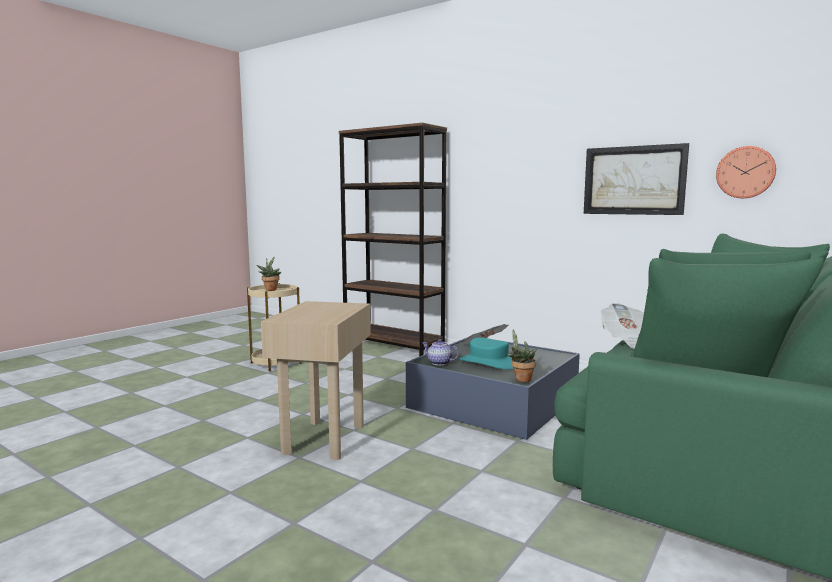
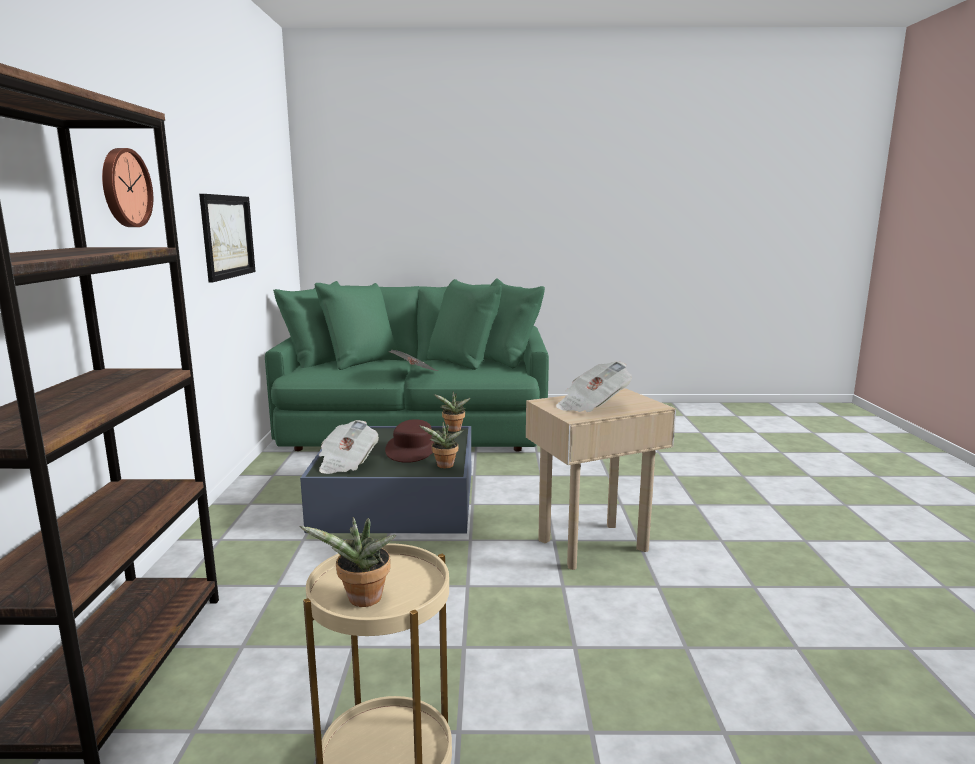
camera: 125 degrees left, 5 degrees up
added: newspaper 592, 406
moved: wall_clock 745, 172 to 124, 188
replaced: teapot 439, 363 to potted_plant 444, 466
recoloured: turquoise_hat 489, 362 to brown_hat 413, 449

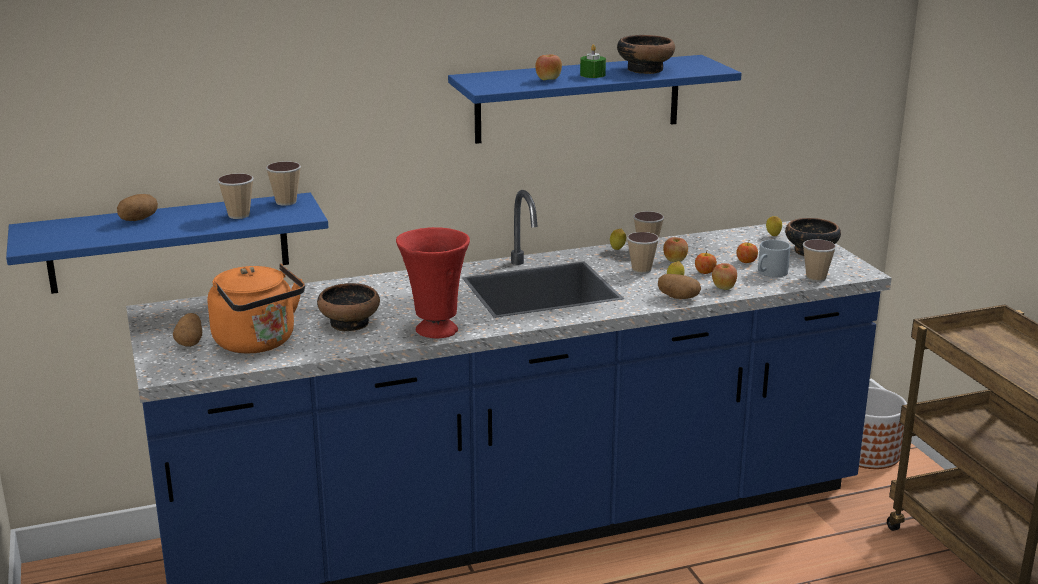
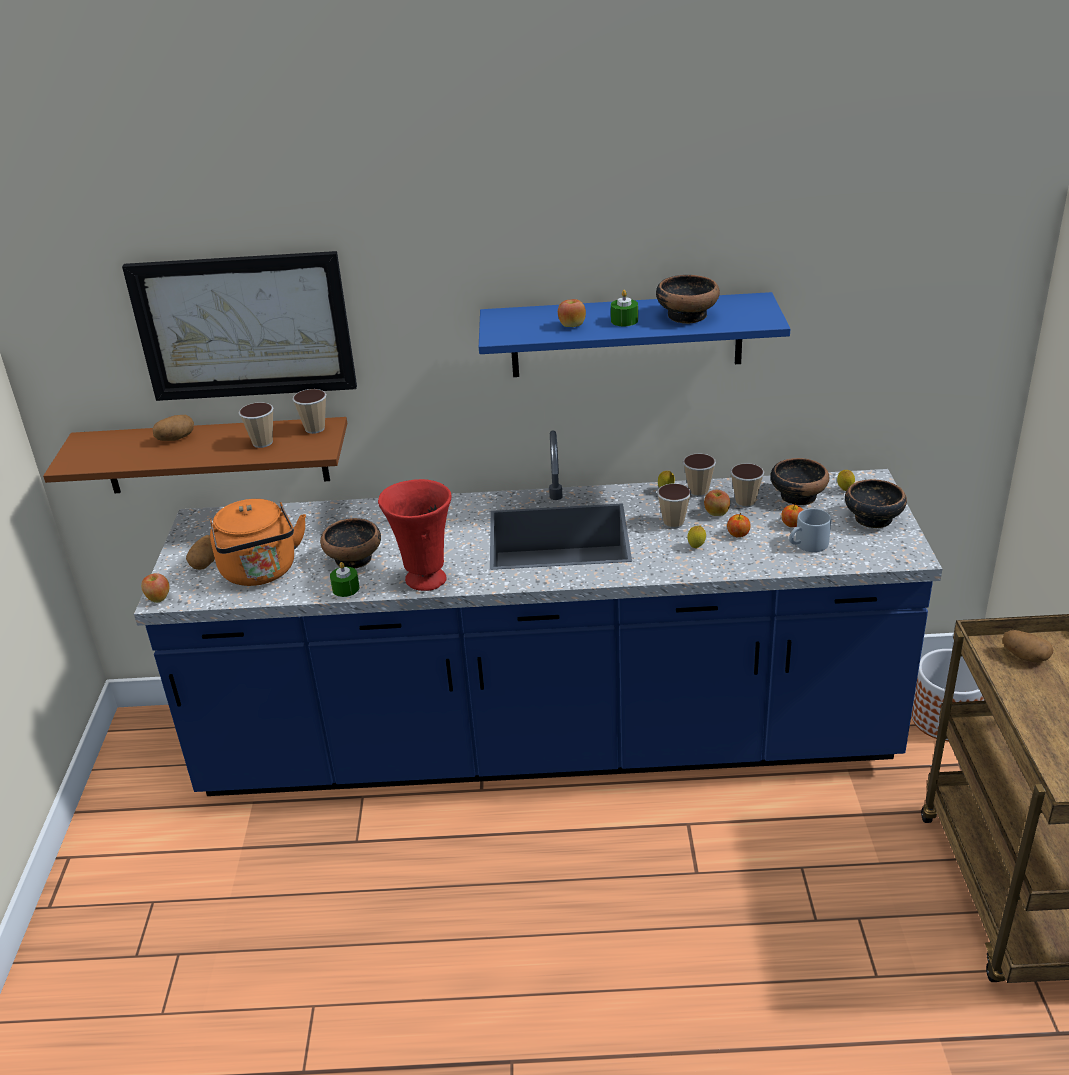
camera: 20 degrees right, 10 degrees up
added: picture 244, 326; green_candle 346, 588; bowl 798, 495
moved: potato 678, 297 to 1024, 656; apple 723, 288 to 158, 599; cup 816, 278 to 745, 502
recoloured: blue_shelf 169, 243 to brown_shelf 215, 455

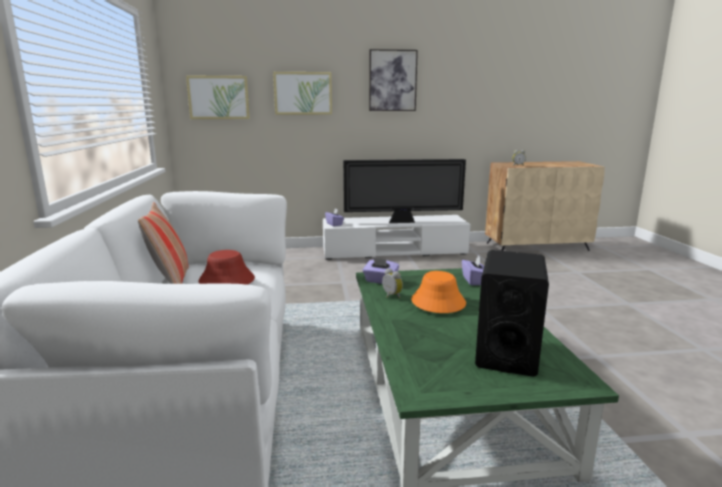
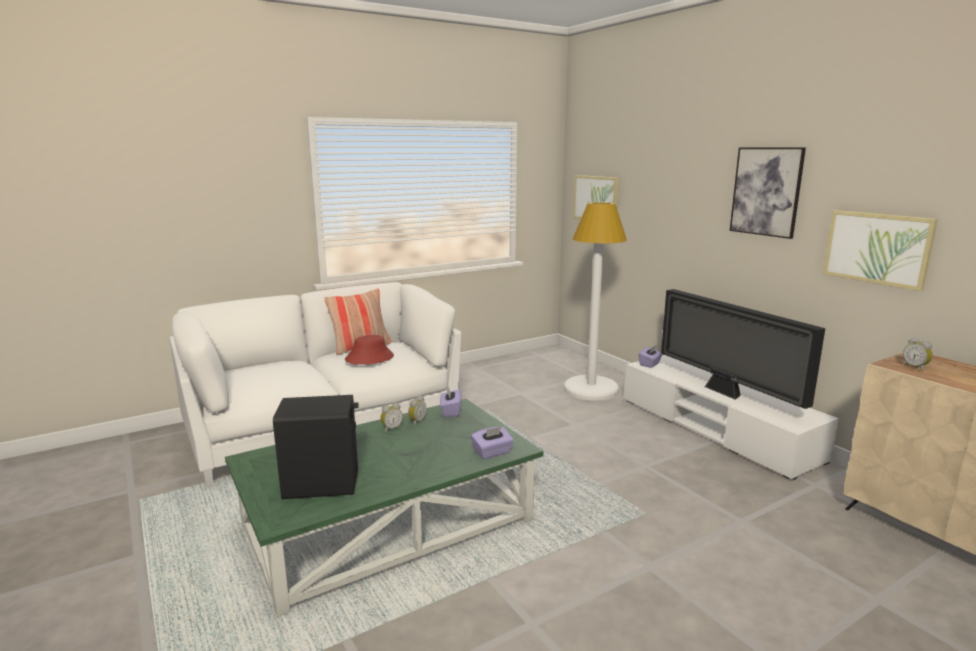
camera: 65 degrees right, 0 degrees up
removed: orange_hat 438, 302
added: alarm_clock 391, 428; white_floor_lamp 590, 389
moved: picture 303, 93 to 877, 248

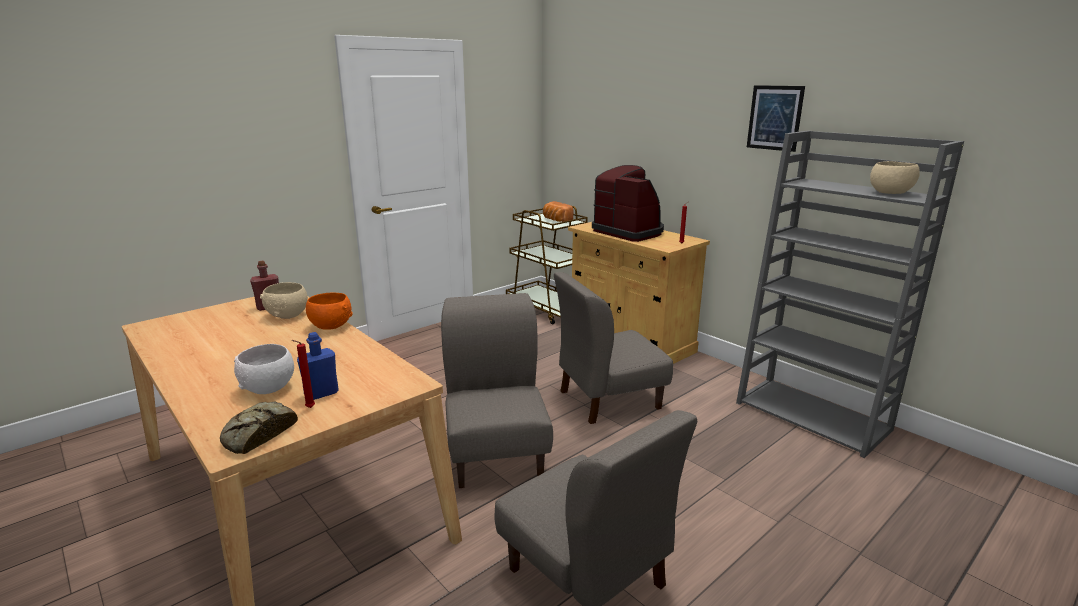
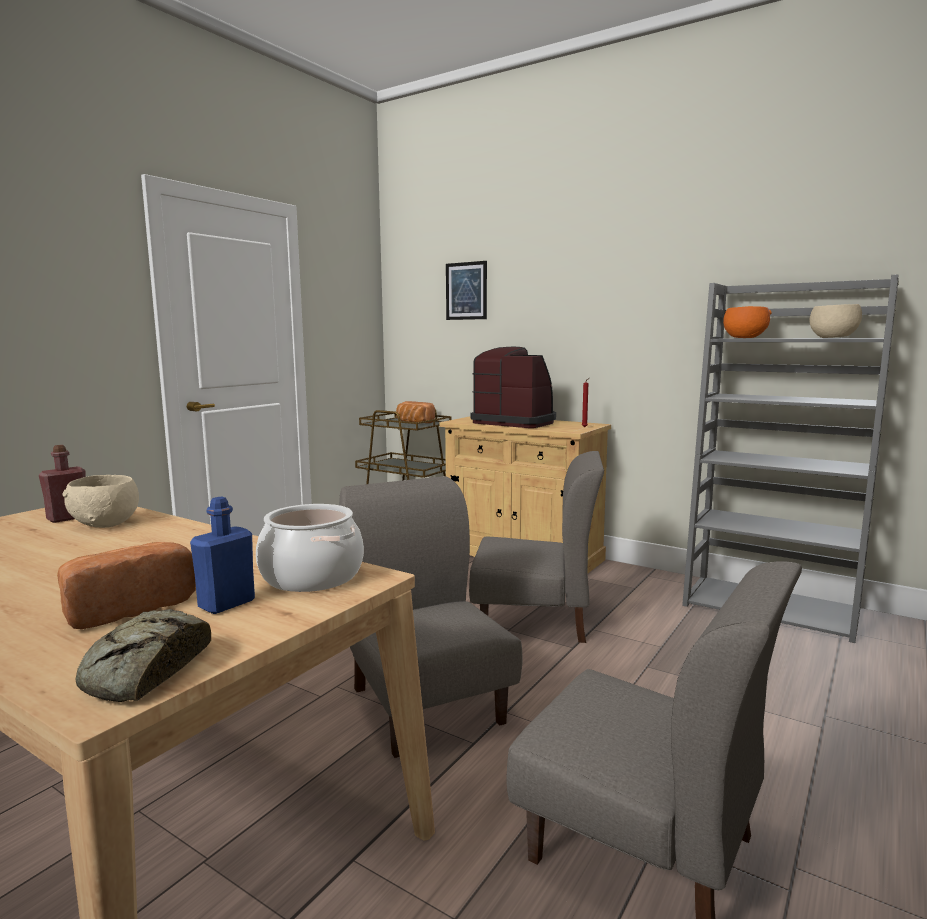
camera: 15 degrees left, 10 degrees down
removed: red_candle 308, 408
added: cooking_pot 312, 576
moved: orange_bowl 330, 326 to 744, 338; picture 774, 118 to 466, 291
replaced: white_bowl 269, 388 to bread 127, 607
turned: grey_chair 608, 399 = 535, 620 135 degrees counterclockwise

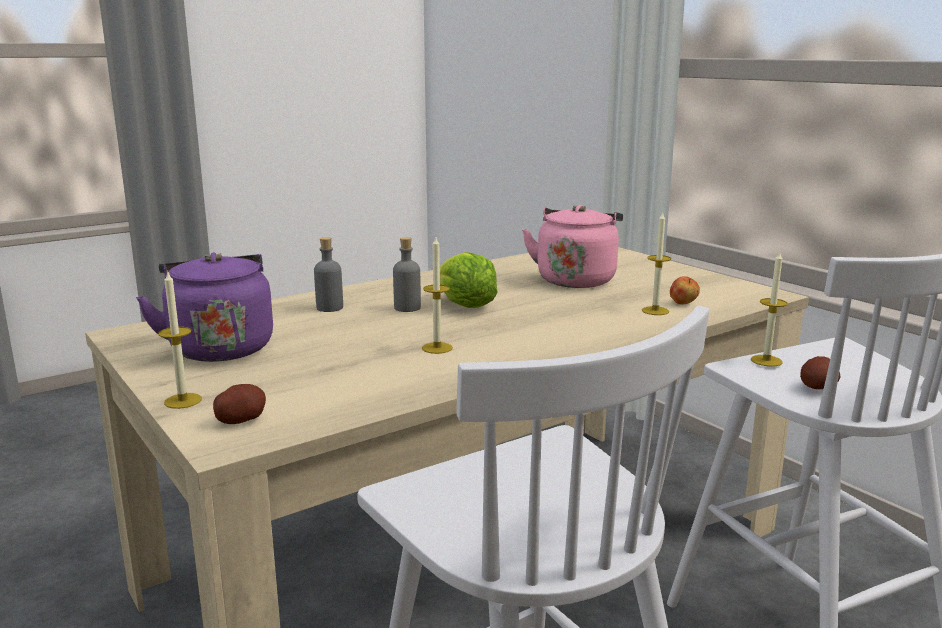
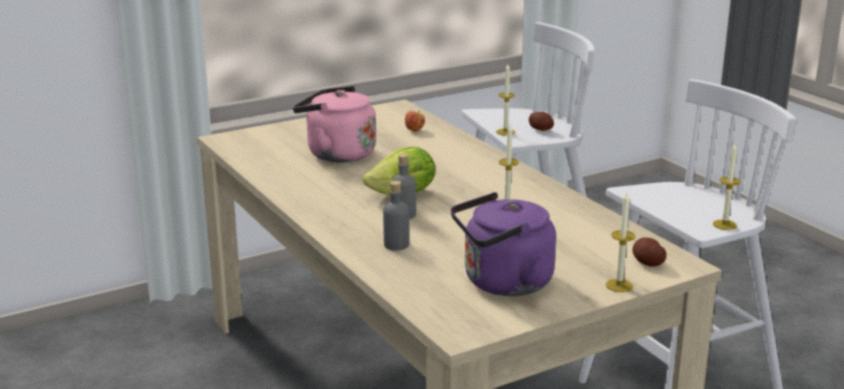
camera: 85 degrees left, 5 degrees up
moved: candle 655, 311 to 724, 225

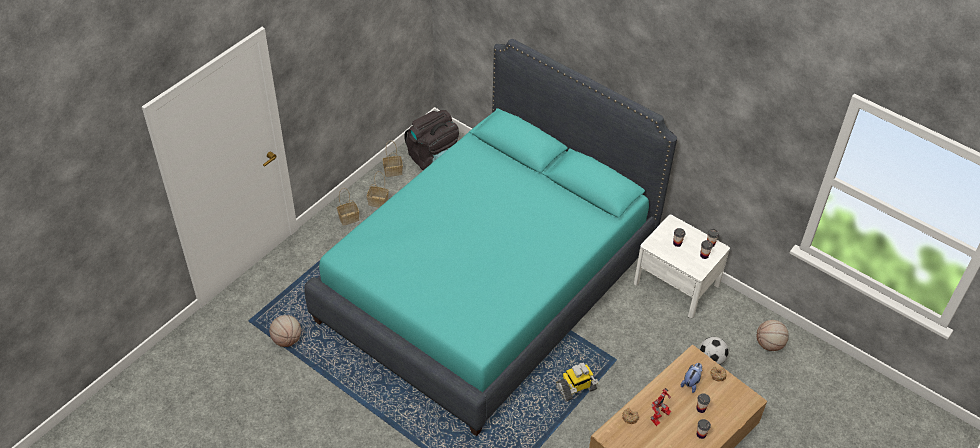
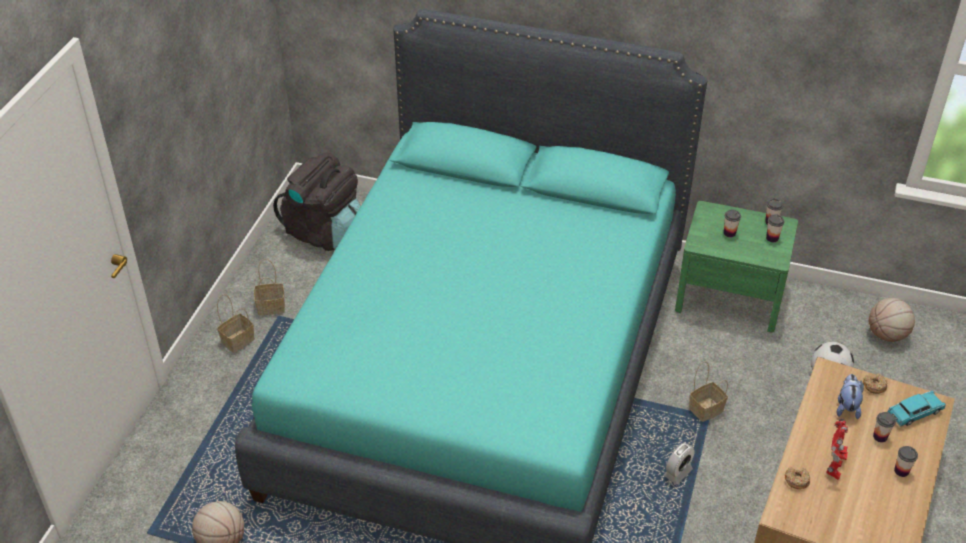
camera: 20 degrees left, 5 degrees down
added: turquoise_toy_car 914, 413
moved: basket 393, 170 to 706, 409
replaced: toy_robot 576, 389 to alarm_clock 678, 472
recoloured: white_nightstand 676, 284 to green_nightstand 730, 296

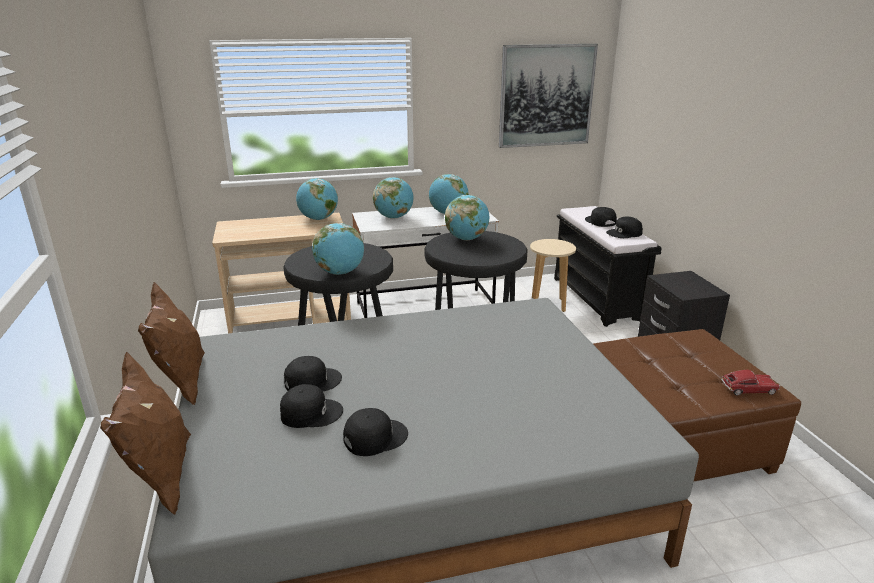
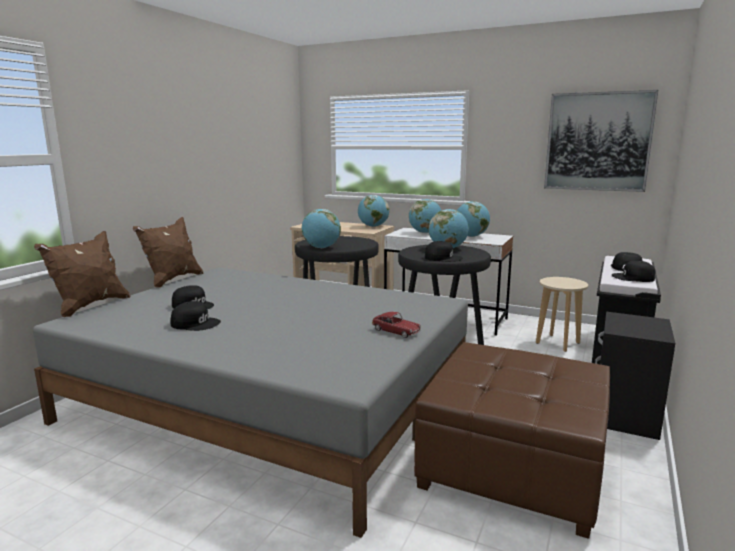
camera: 40 degrees right, 10 degrees down
moved: black_cap 312, 381 to 443, 258; toy_car 748, 389 to 396, 331

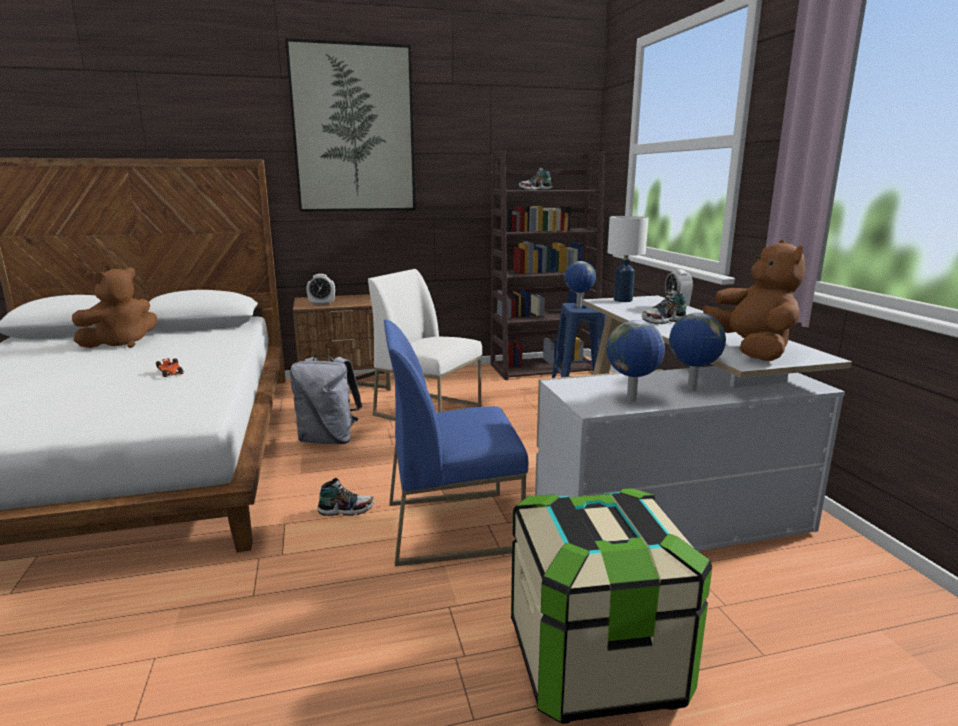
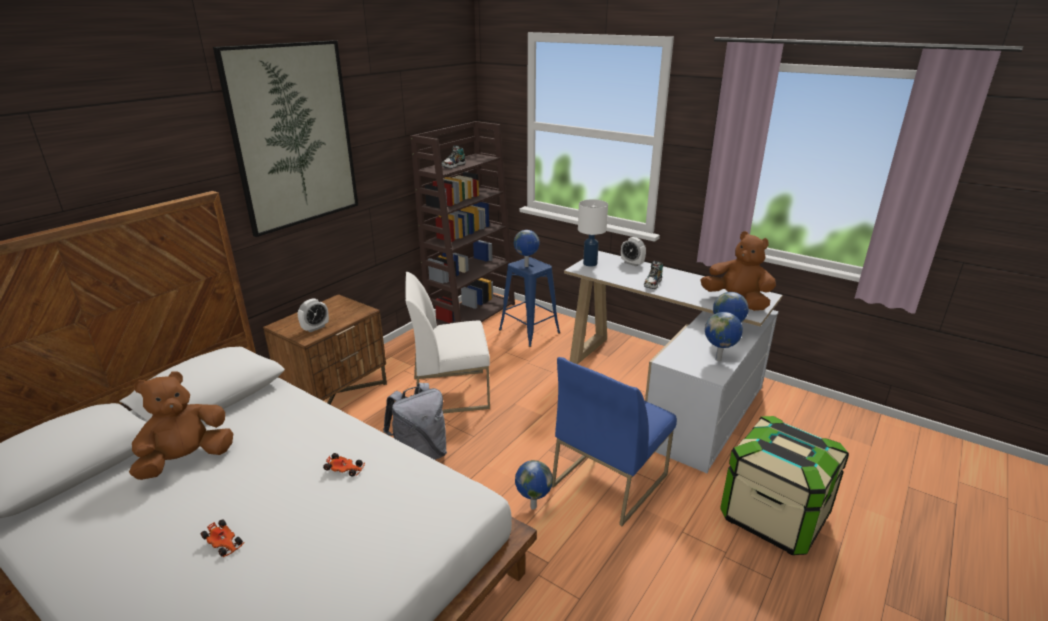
camera: 40 degrees left, 10 degrees up
added: toy_car 224, 542
replaced: shoe 346, 510 to globe 532, 507
turned: brown_plush_toy 121, 344 = 187, 460 135 degrees counterclockwise

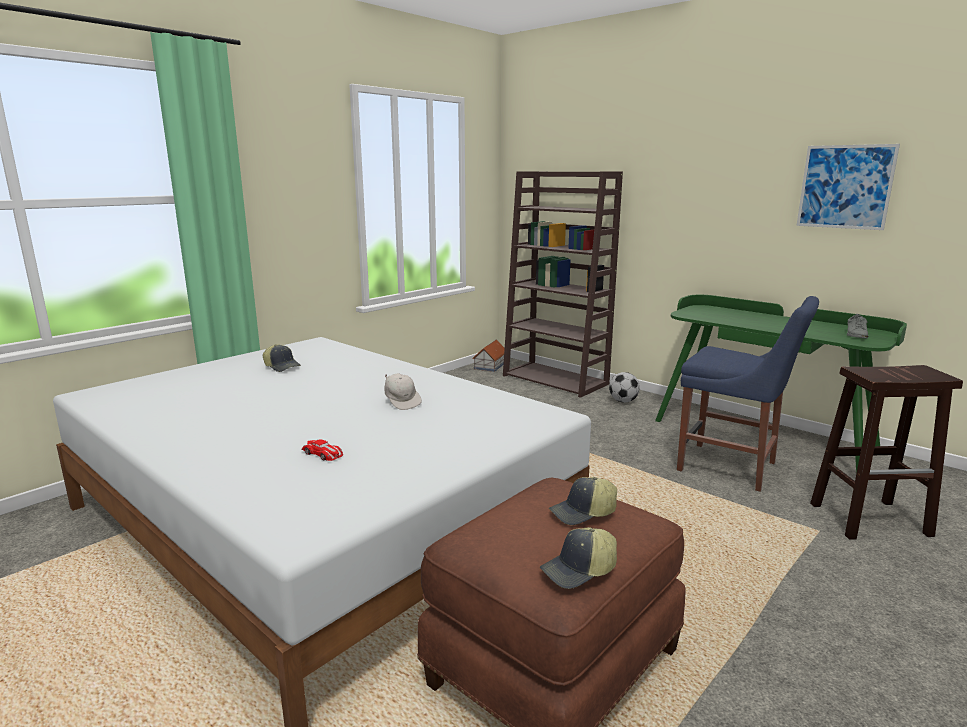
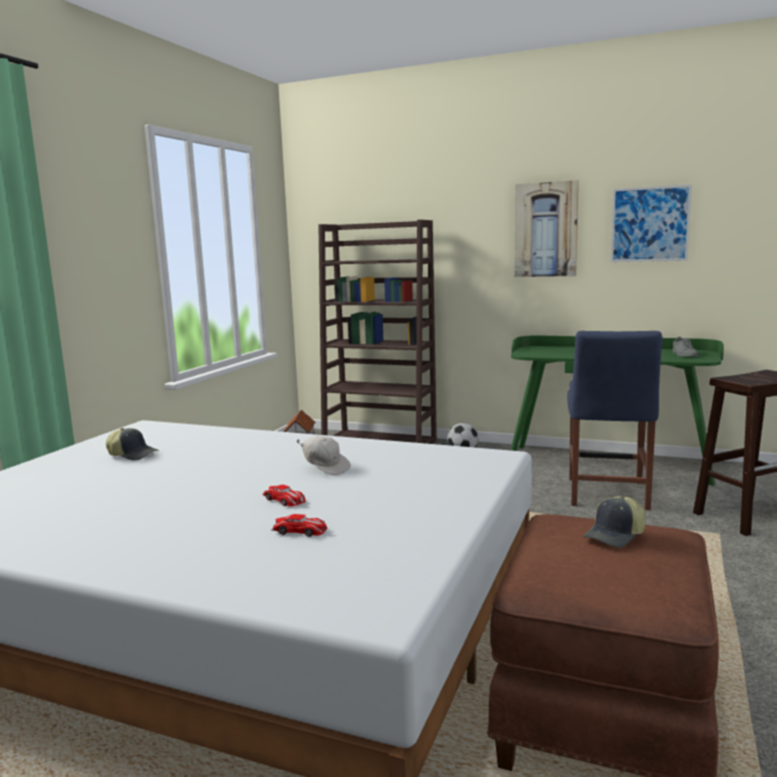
camera: 20 degrees left, 5 degrees down
removed: cap 579, 571
added: toy_car 284, 500; picture 546, 230
turned: blue_chair 732, 468 = 607, 495 90 degrees clockwise

